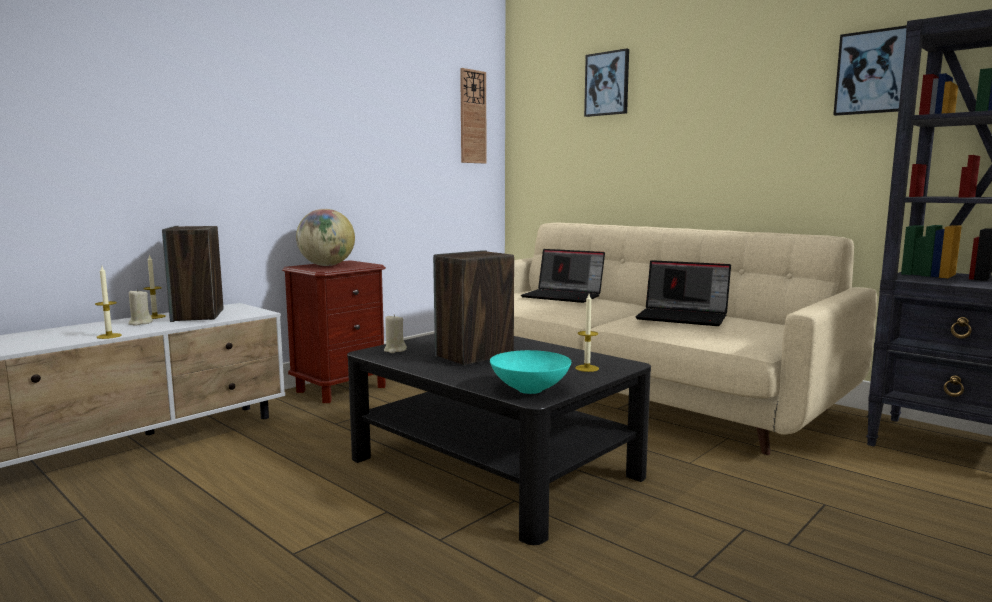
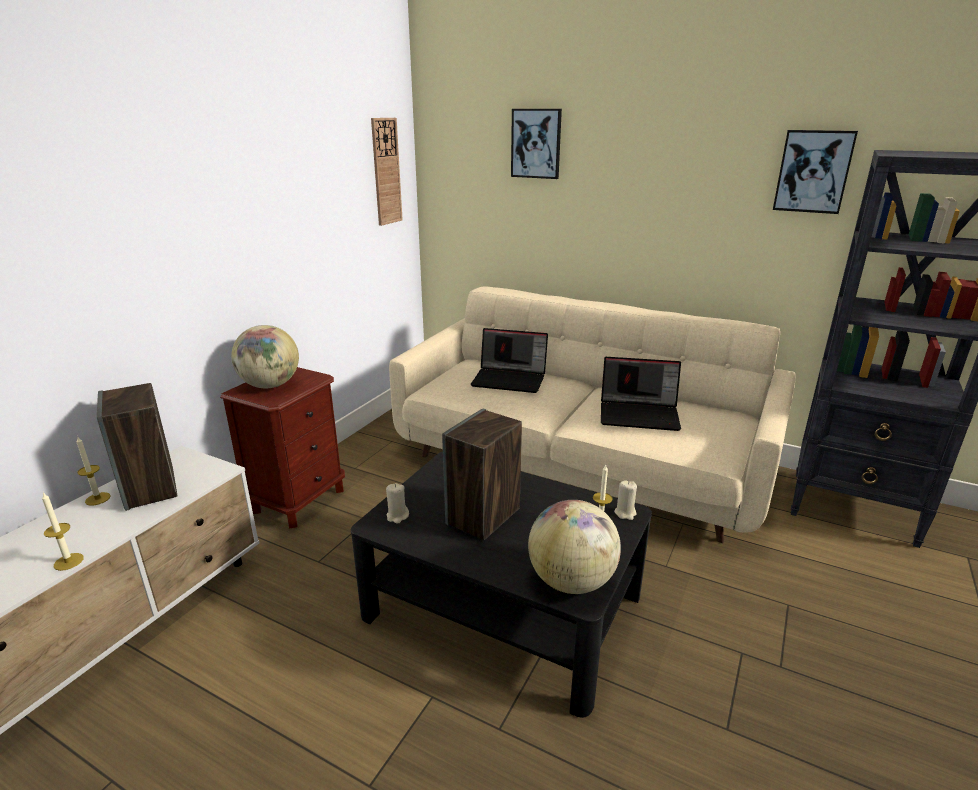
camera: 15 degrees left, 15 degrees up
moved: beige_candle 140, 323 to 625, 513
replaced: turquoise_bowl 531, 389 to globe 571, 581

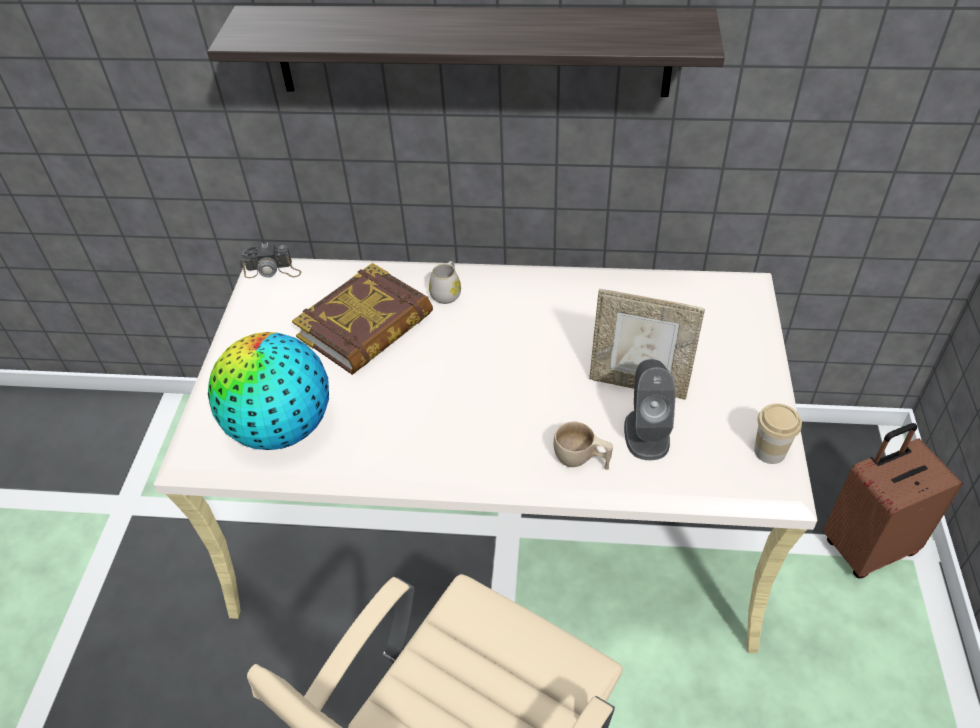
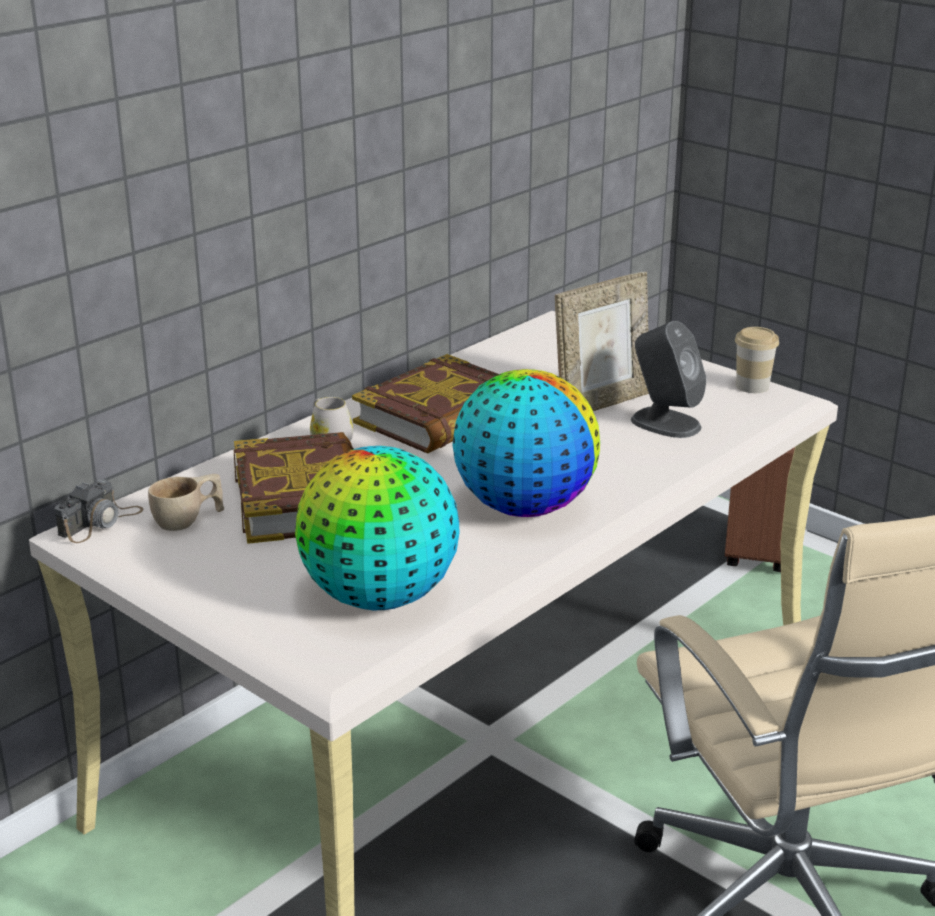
camera: 55 degrees left, 20 degrees down
removed: shelf 472, 51
added: book 440, 416; globe 524, 507
moved: beige_cup 581, 460 to 188, 520

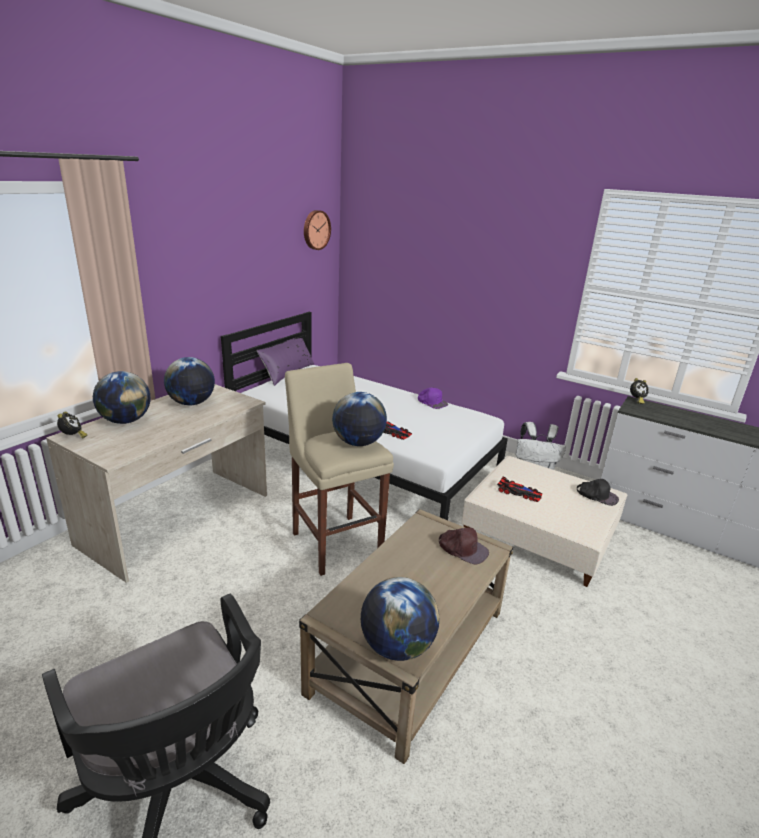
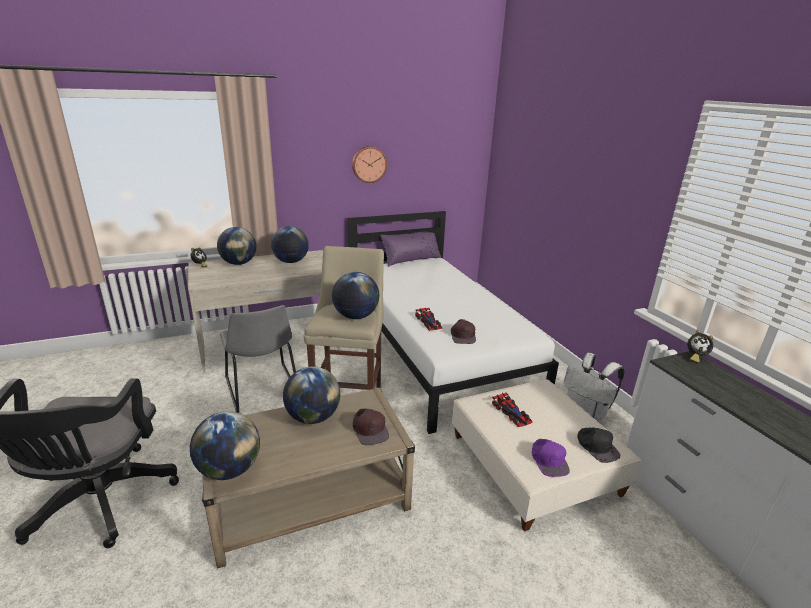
camera: 35 degrees right, 0 degrees up
added: grey_chair 263, 390; globe 313, 417; brown_cap 463, 335
moved: wall_clock 315, 230 to 369, 164; purple_cap 432, 402 to 549, 460

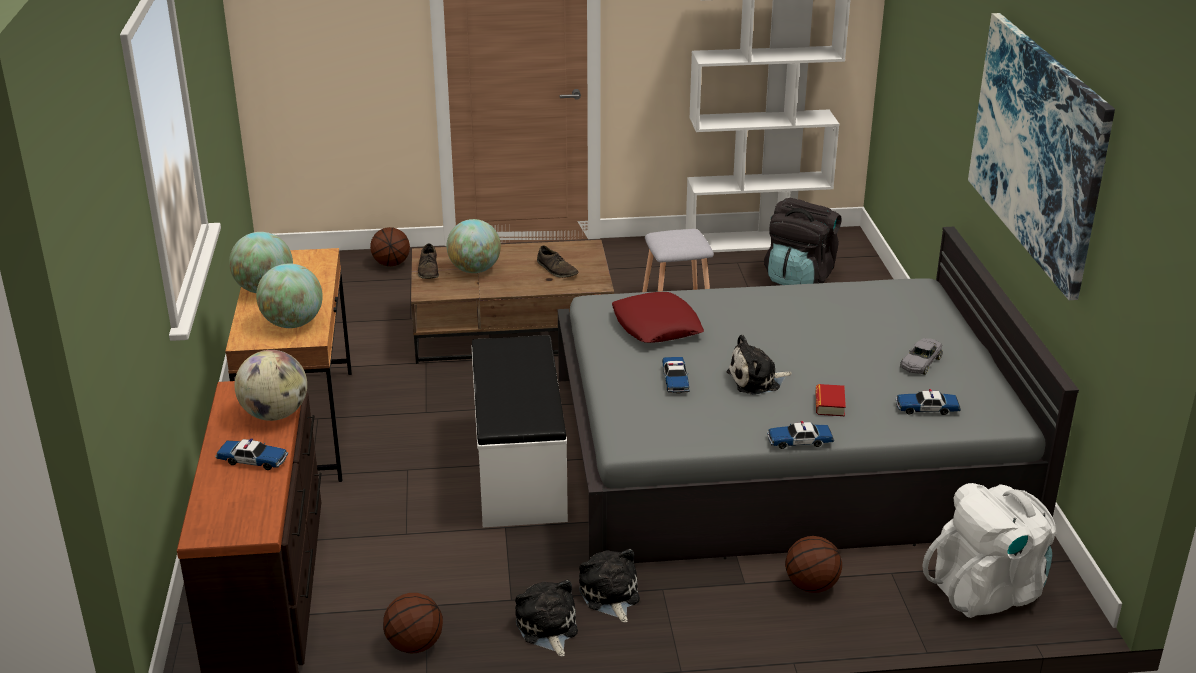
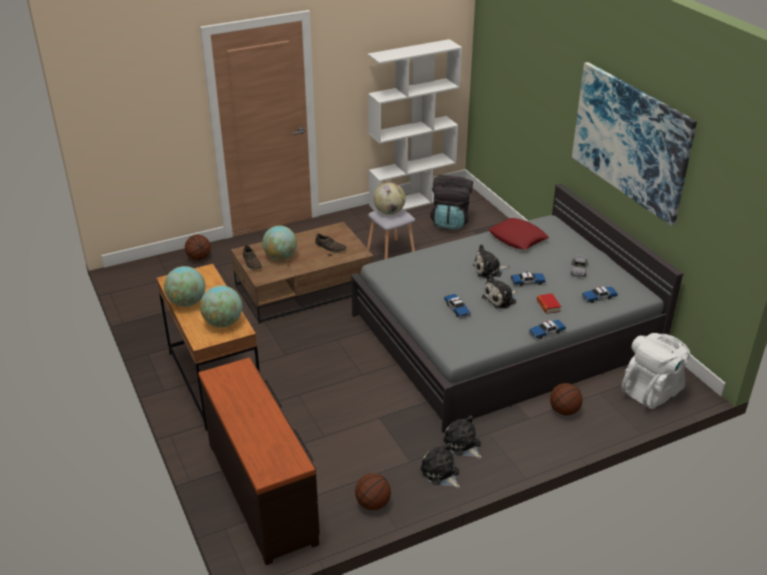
camera: 20 degrees left, 5 degrees up
removed: white_bench 521, 469
added: plush_toy 489, 270
moved: toy_car 252, 460 to 527, 282; globe 275, 415 to 389, 212; red_pillow 657, 326 to 517, 238

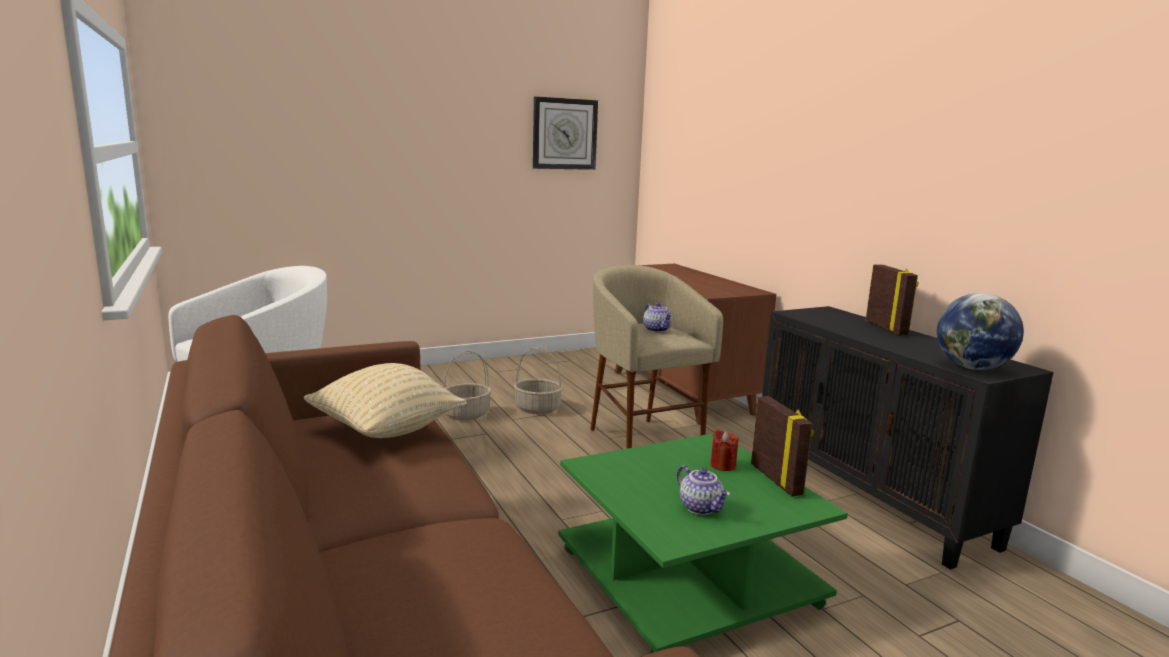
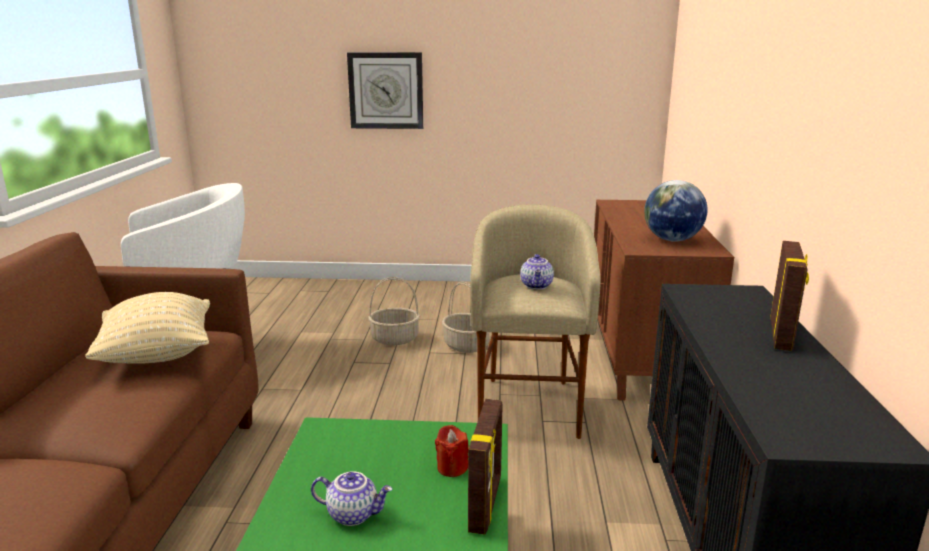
camera: 30 degrees right, 5 degrees up
moved: wall_clock 564, 134 to 386, 90; globe 971, 368 to 672, 240
turned: teapot 701, 508 = 353, 514 75 degrees counterclockwise

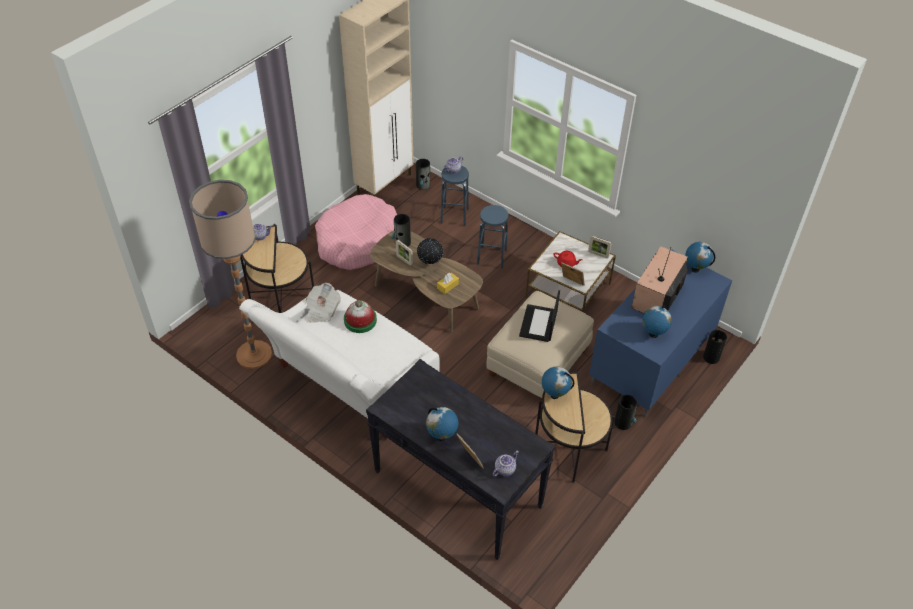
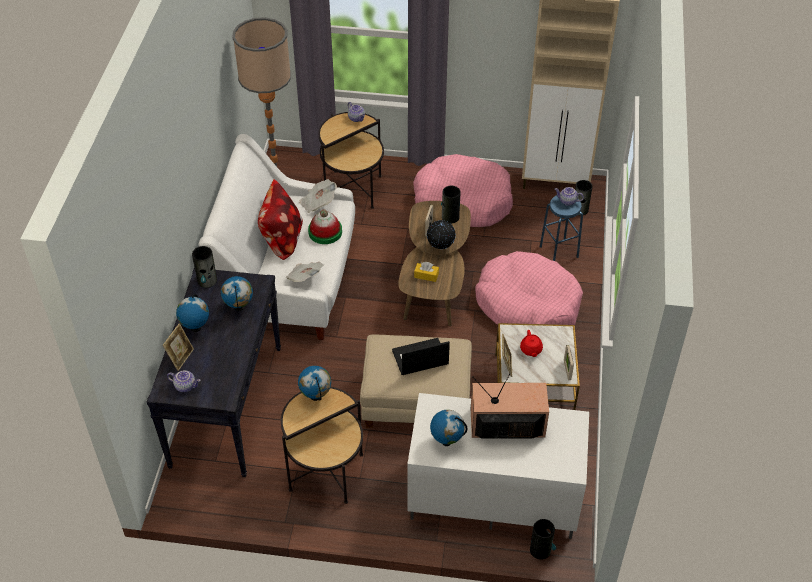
camera: 60 degrees right, 0 degrees up
added: pillow 282, 240; newspaper 305, 278
moved: vase 623, 422 to 207, 280; globe 695, 269 to 239, 307
replaced: blue_stool 492, 257 to pink_dog_bed 527, 305
recoloured: blue_tv_stand 652, 361 to white_tv_stand 492, 496

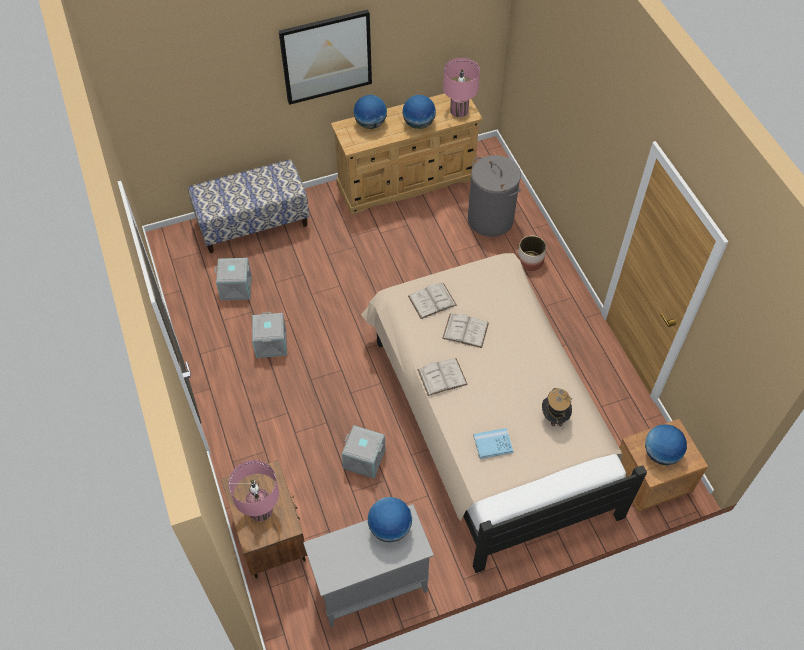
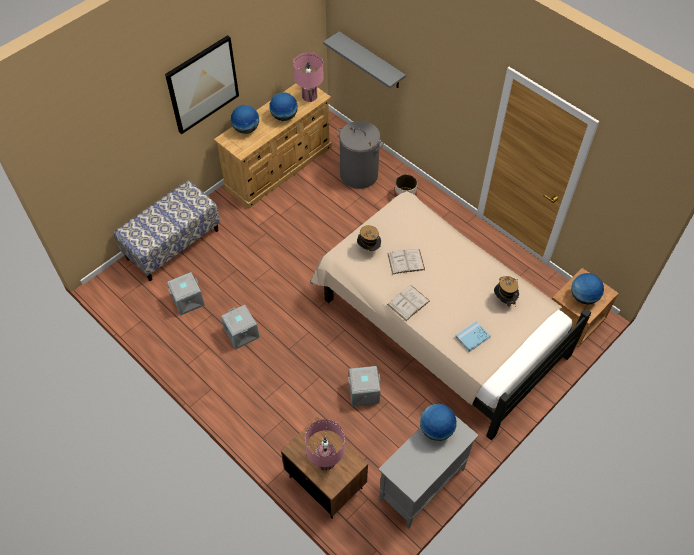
camera: 25 degrees left, 0 degrees up
added: grey_shelf 371, 61
replaced: white_book 432, 300 to hat 368, 248

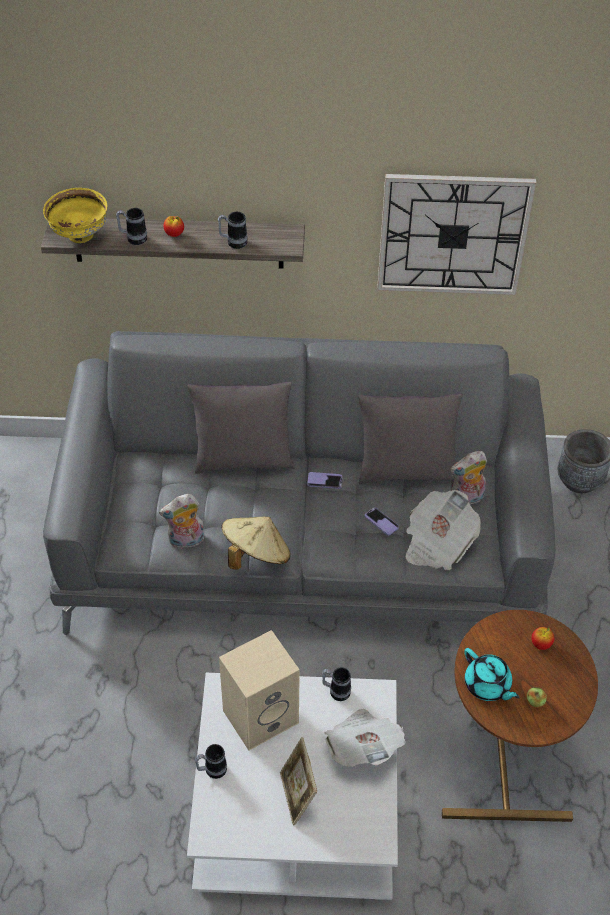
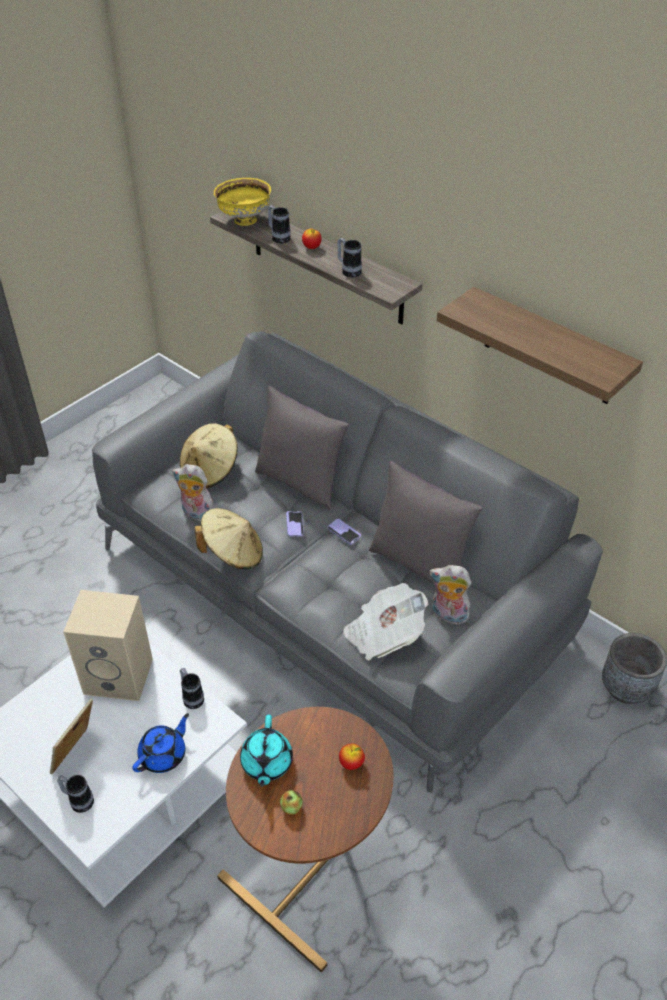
camera: 40 degrees right, 5 degrees down
added: beige_hat 210, 471
moved: mug 211, 770 to 78, 800; phone 381, 522 to 295, 524
replaced: newspaper 363, 747 to blue_teapot 164, 755; wall_clock 453, 234 to shelf 549, 348

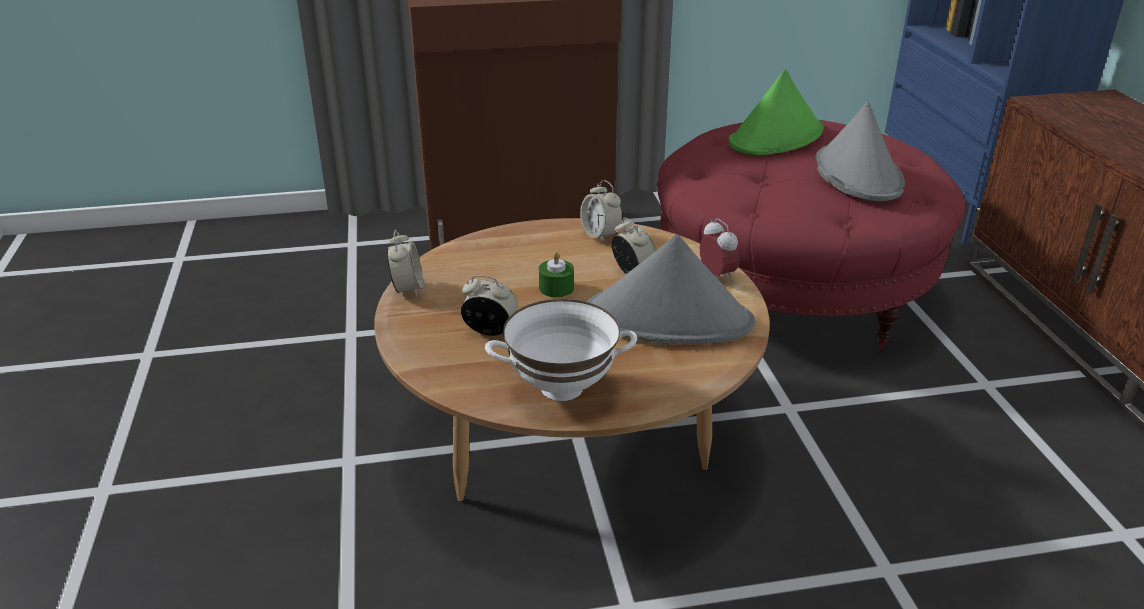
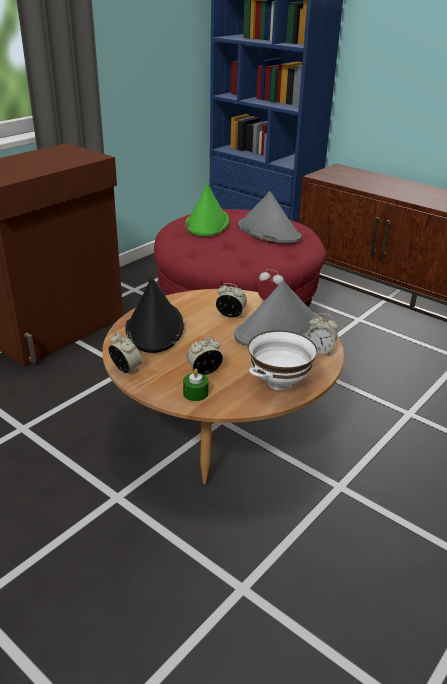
camera: 40 degrees left, 0 degrees up
added: black_hat 154, 327
moved: green_candle 556, 288 to 195, 393; alarm_clock 601, 235 to 319, 351

